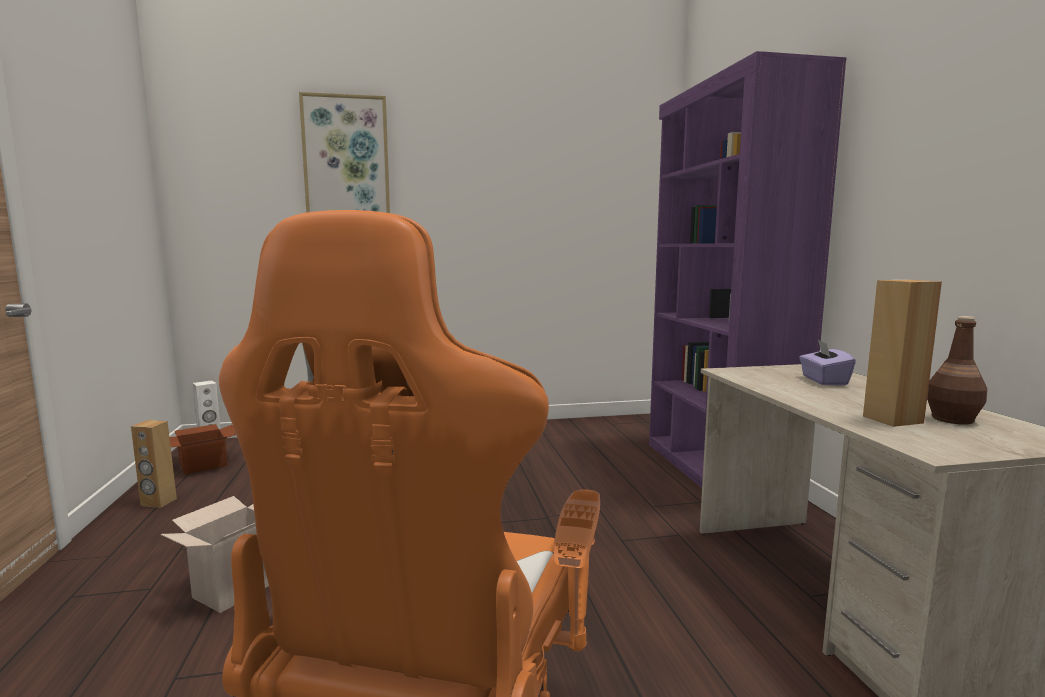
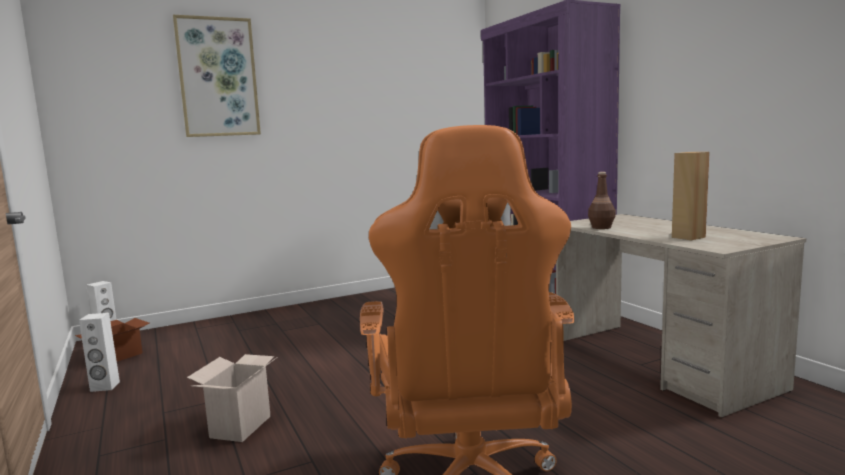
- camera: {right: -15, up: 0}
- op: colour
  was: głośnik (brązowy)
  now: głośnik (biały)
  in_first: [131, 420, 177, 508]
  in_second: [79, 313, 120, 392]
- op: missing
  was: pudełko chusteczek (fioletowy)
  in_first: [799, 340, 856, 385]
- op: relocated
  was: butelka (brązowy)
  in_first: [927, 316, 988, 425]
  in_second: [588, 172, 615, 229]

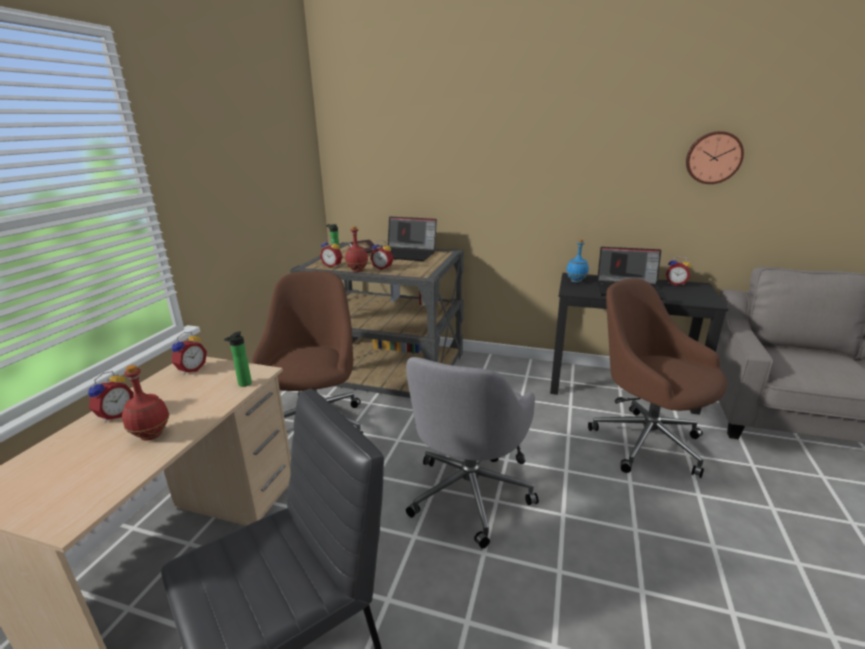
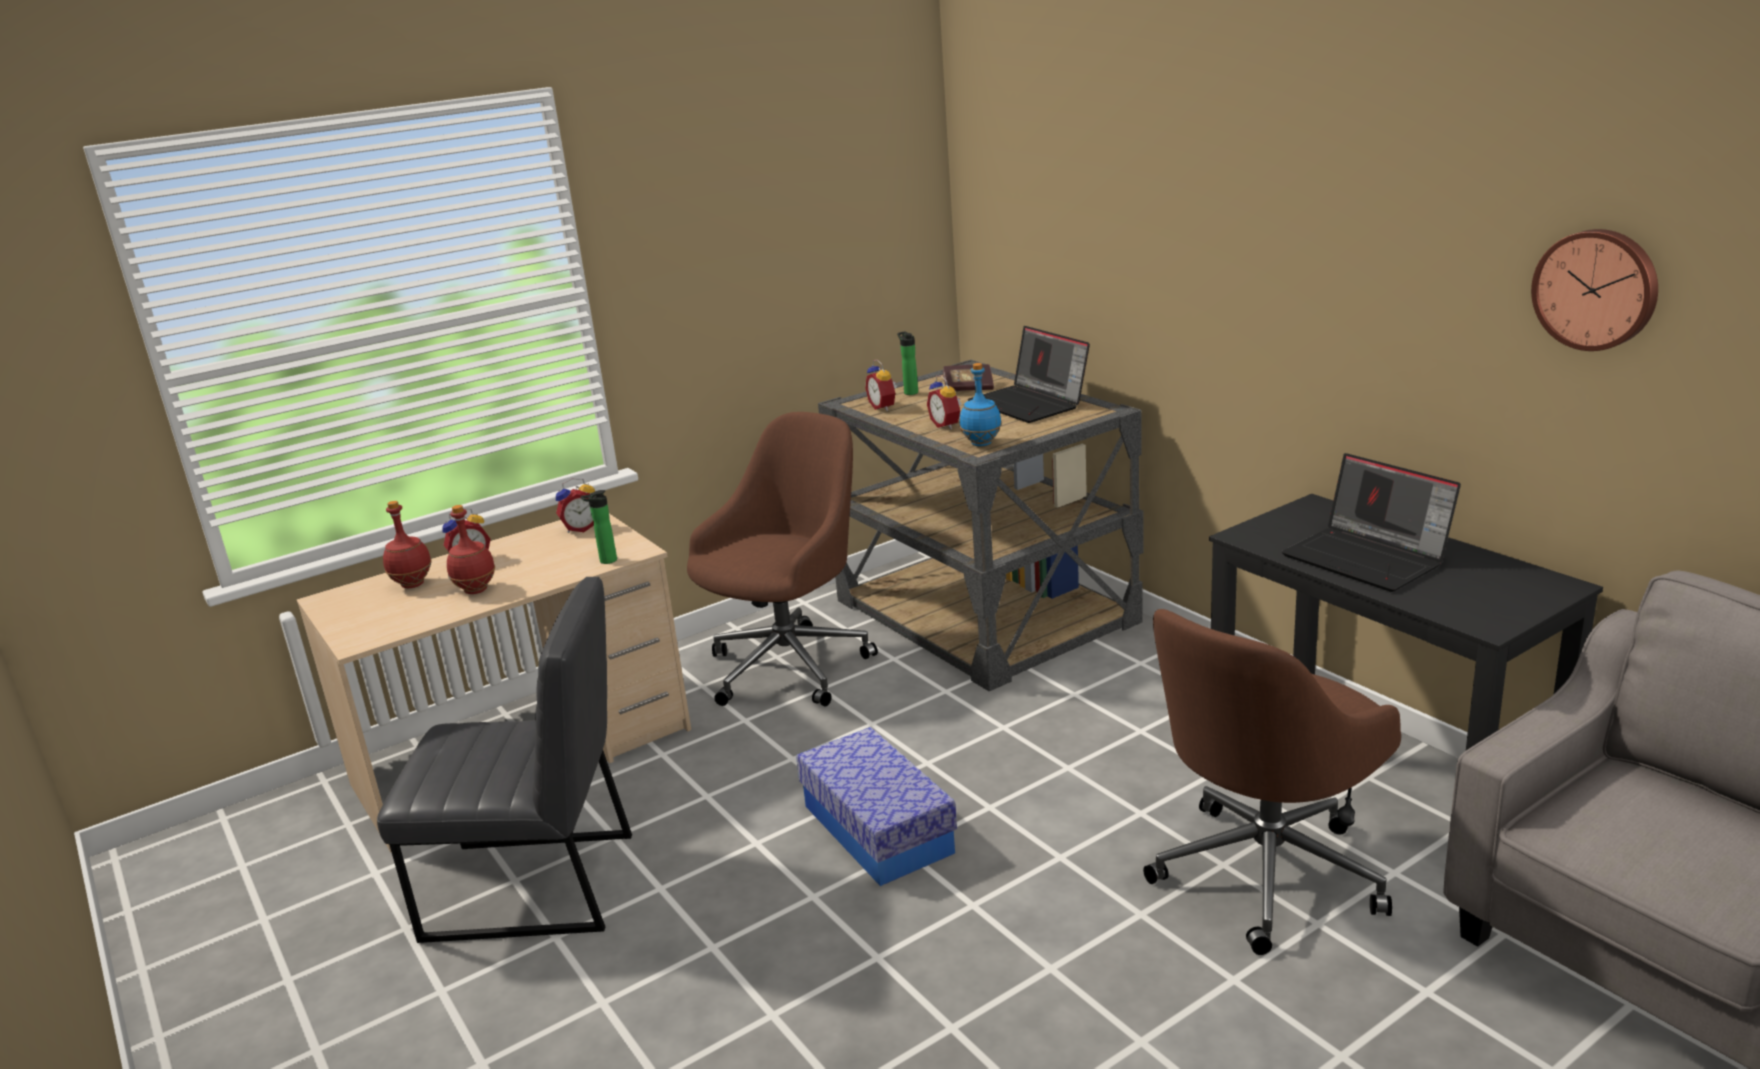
- camera: {right: 40, up: 0}
- op: relocated
  was: butelka (czerwony)
  in_first: [345, 226, 368, 272]
  in_second: [383, 501, 432, 588]
- op: exchanged
  was: krzesło biurowe (szary)
  now: pojemnik do przechowywania
  in_first: [406, 357, 539, 549]
  in_second: [796, 727, 957, 886]
- op: relocated
  was: butelka (niebieski)
  in_first: [566, 239, 589, 283]
  in_second: [960, 363, 1002, 446]
- op: spun
  was: krzesło biurowe (brązowy)
  in_first: [588, 278, 727, 478]
  in_second: [1143, 609, 1401, 955]
  clockwise: -135
- op: missing
  was: budzik
  in_first: [666, 256, 691, 286]

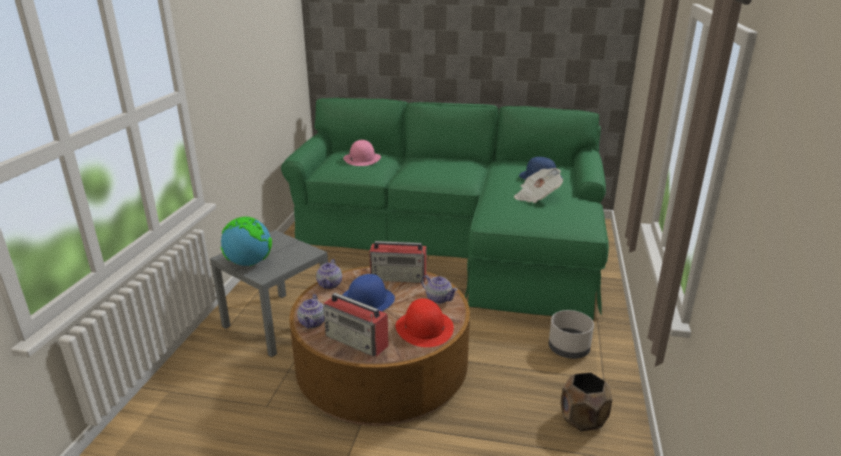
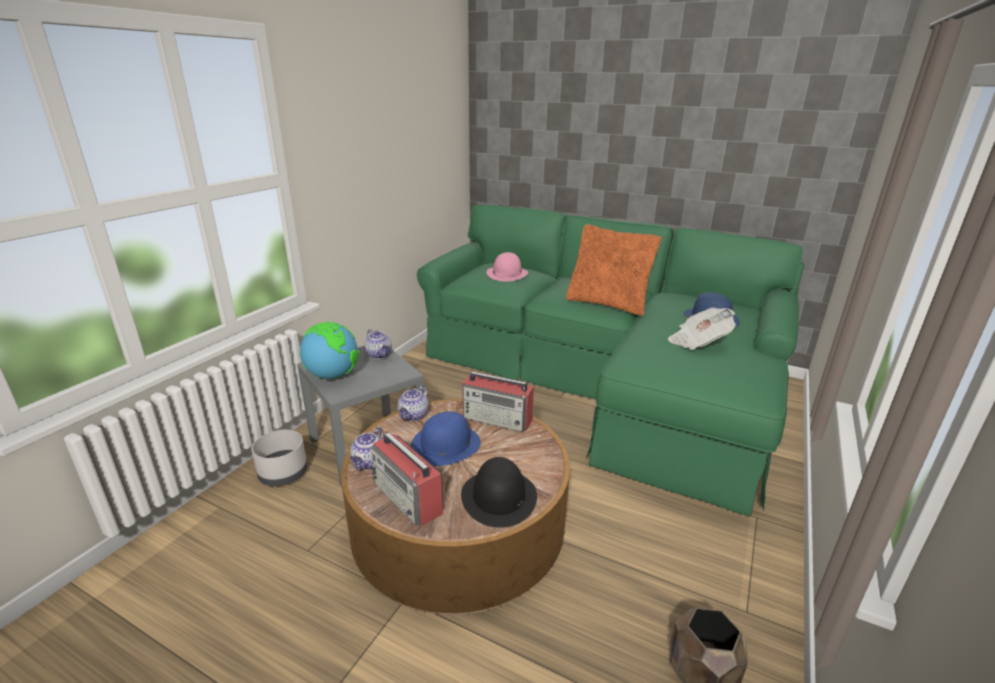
- camera: {right: 15, up: 0}
- op: colour
  was: kapelusz (czerwony)
  now: kapelusz (czarny)
  in_first: [396, 298, 454, 347]
  in_second: [461, 457, 537, 528]
- op: relocated
  was: imbryk
  in_first: [421, 275, 458, 304]
  in_second: [364, 329, 392, 359]
- op: relocated
  was: donica (szary)
  in_first: [549, 310, 594, 359]
  in_second: [251, 430, 307, 486]
- op: appeared
  now: poduszka (pomarańczowy)
  in_second: [566, 224, 662, 316]

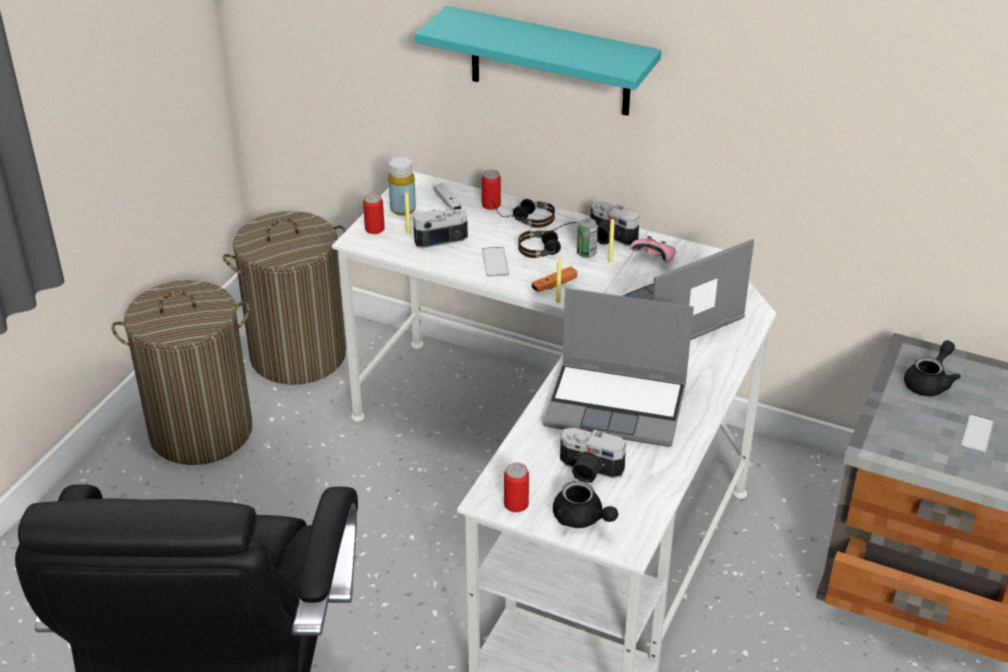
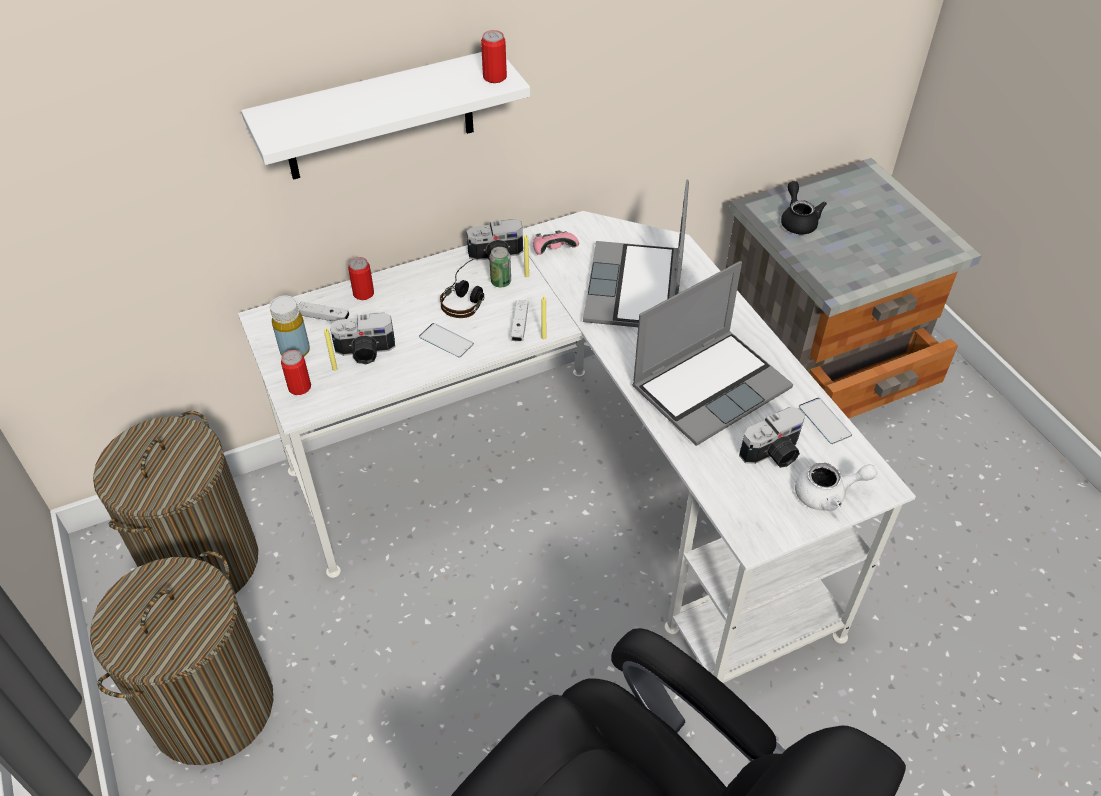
- camera: {right: -50, up: 10}
- op: spun
  was: aparat fotograficzny
  in_first: [413, 209, 468, 249]
  in_second: [331, 313, 395, 364]
  clockwise: -120
- op: colour
  was: półka (turkusowy)
  now: półka (biały)
  in_first: [415, 6, 661, 116]
  in_second: [241, 52, 530, 180]
- op: missing
  was: słuchawki
  in_first: [491, 199, 555, 228]
- op: relocated
  was: puszka
  in_first: [504, 462, 529, 512]
  in_second: [481, 30, 507, 83]
- op: colour
  was: pad do gier (pomarańczowy)
  now: pad do gier (biały)
  in_first: [532, 266, 577, 292]
  in_second: [511, 300, 528, 342]
- op: colour
  was: imbryk (czarny)
  now: imbryk (biały)
  in_first: [553, 481, 618, 528]
  in_second: [795, 462, 877, 511]
- op: relocated
  was: telefon
  in_first: [961, 414, 994, 453]
  in_second: [799, 398, 852, 444]

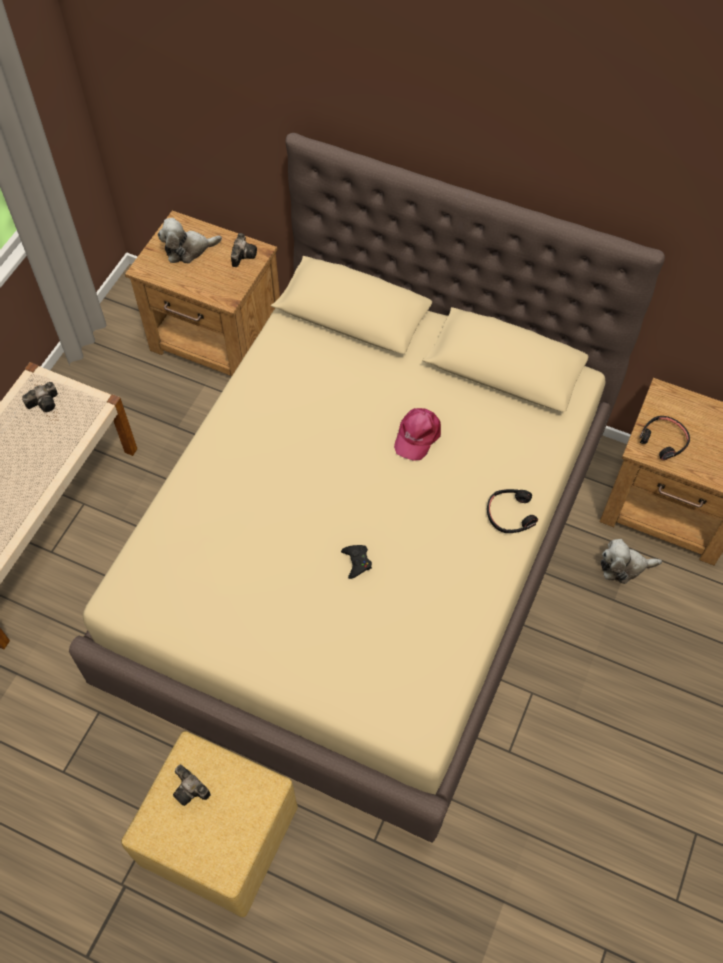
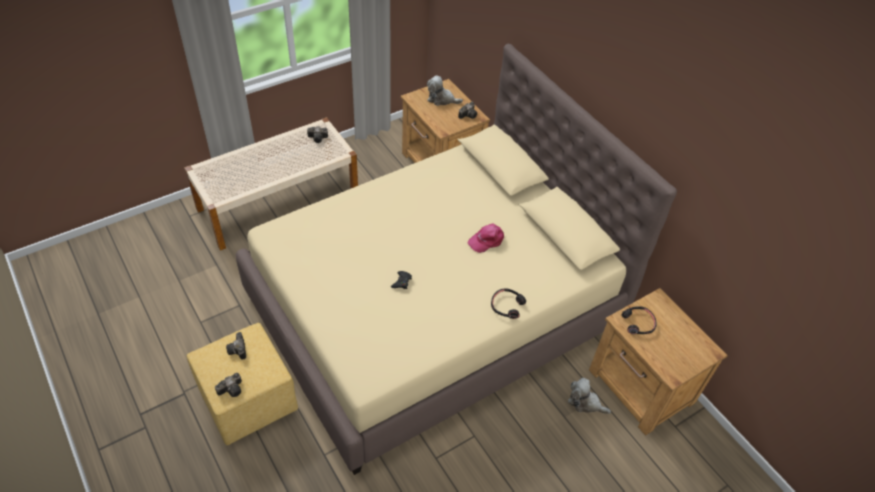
- camera: {right: 30, up: -10}
- op: appeared
  now: aparat fotograficzny
  in_second: [215, 373, 242, 397]

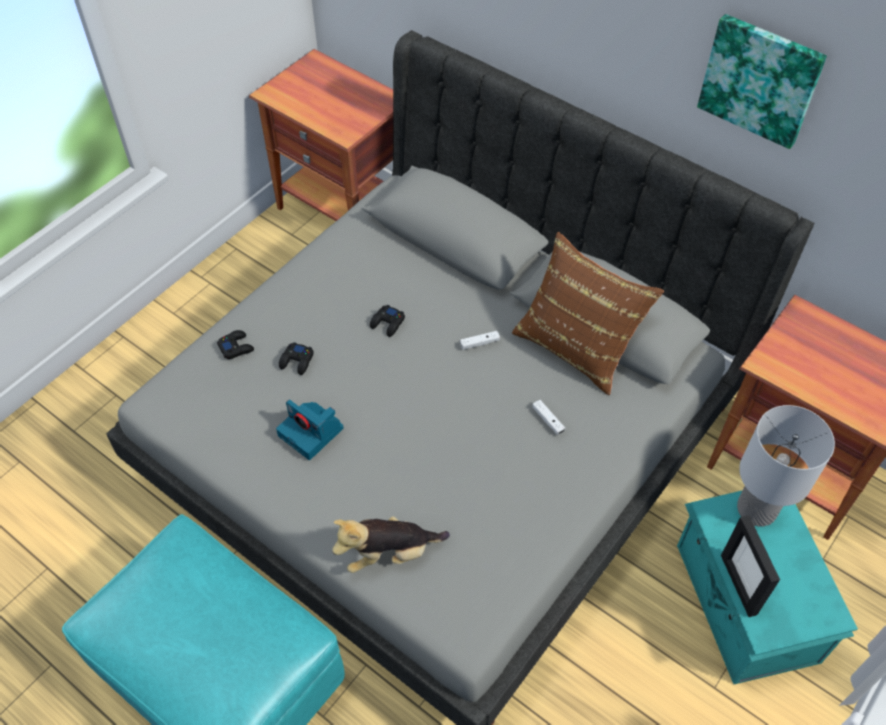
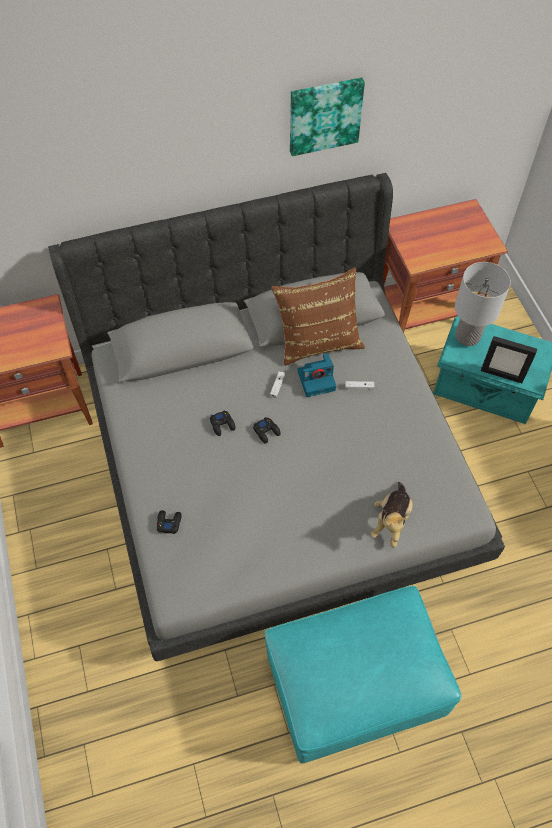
- camera: {right: -55, up: 5}
- op: relocated
  was: aparat fotograficzny
  in_first: [276, 400, 344, 460]
  in_second: [297, 353, 336, 397]
- op: relocated
  was: pad do gier (czarny)
  in_first: [279, 342, 314, 375]
  in_second: [253, 417, 281, 444]

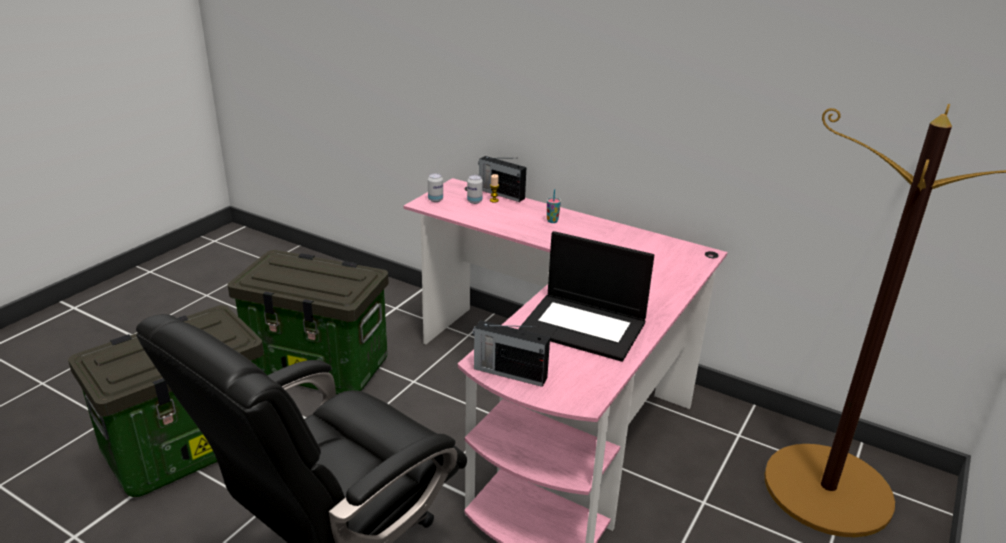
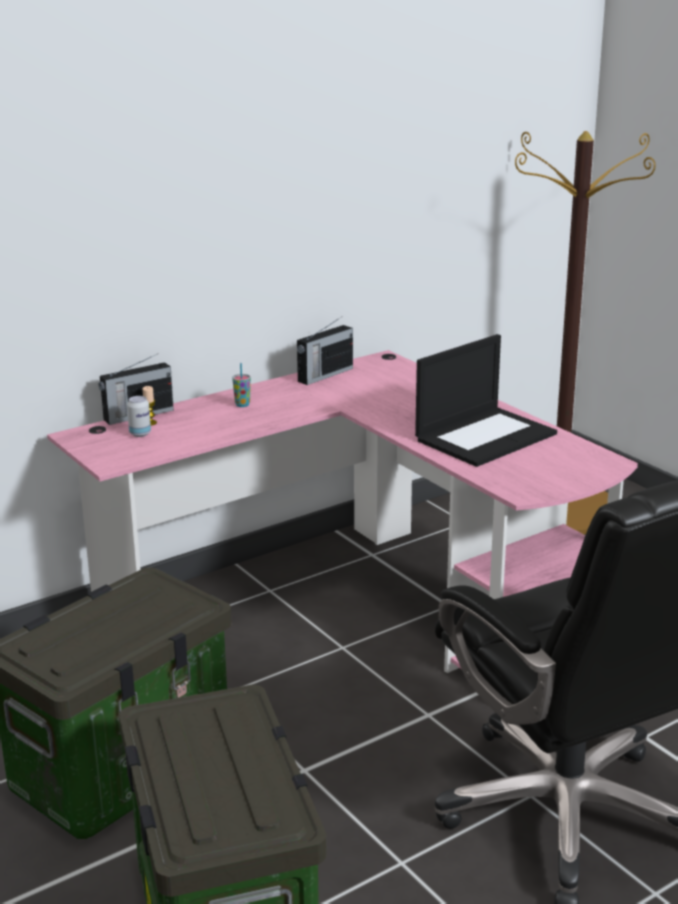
- camera: {right: -65, up: -5}
- op: missing
  was: puszka
  in_first: [428, 173, 443, 202]
- op: relocated
  was: radio
  in_first: [472, 320, 550, 387]
  in_second: [297, 318, 353, 385]

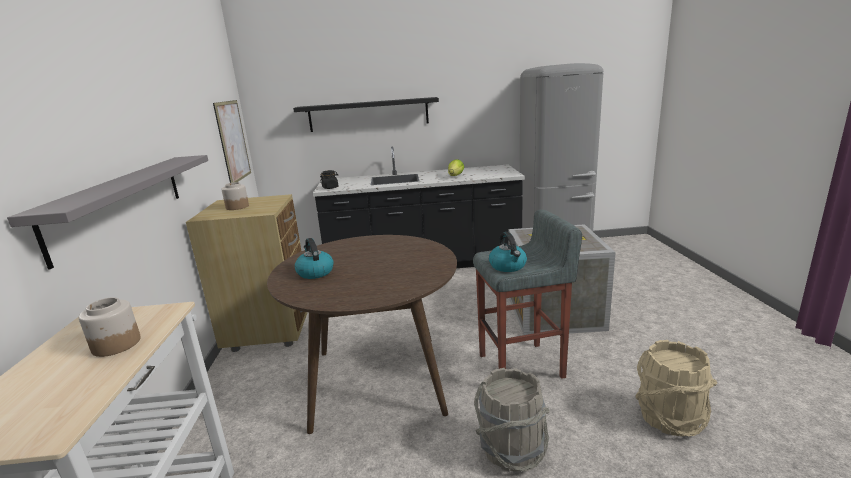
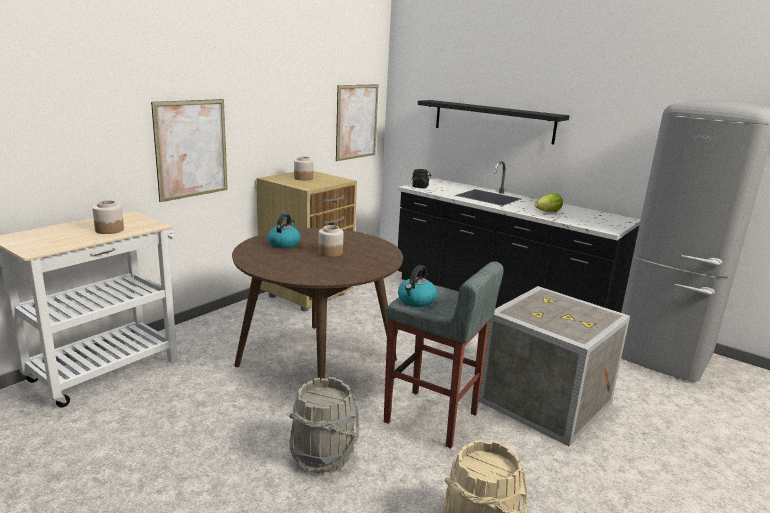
- camera: {right: 40, up: 0}
- op: exchanged
  was: półka (szary)
  now: obraz
  in_first: [7, 155, 208, 270]
  in_second: [151, 99, 228, 202]
- op: appeared
  now: słoik
  in_second: [318, 225, 344, 257]

